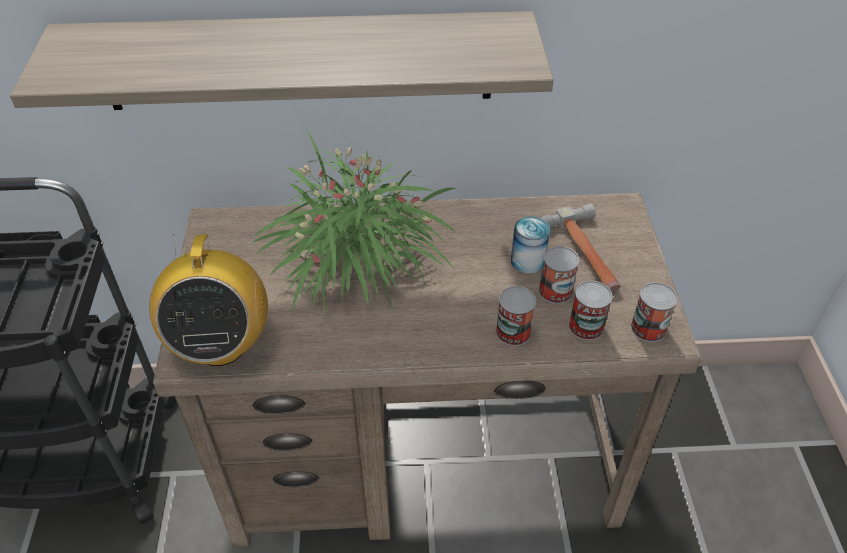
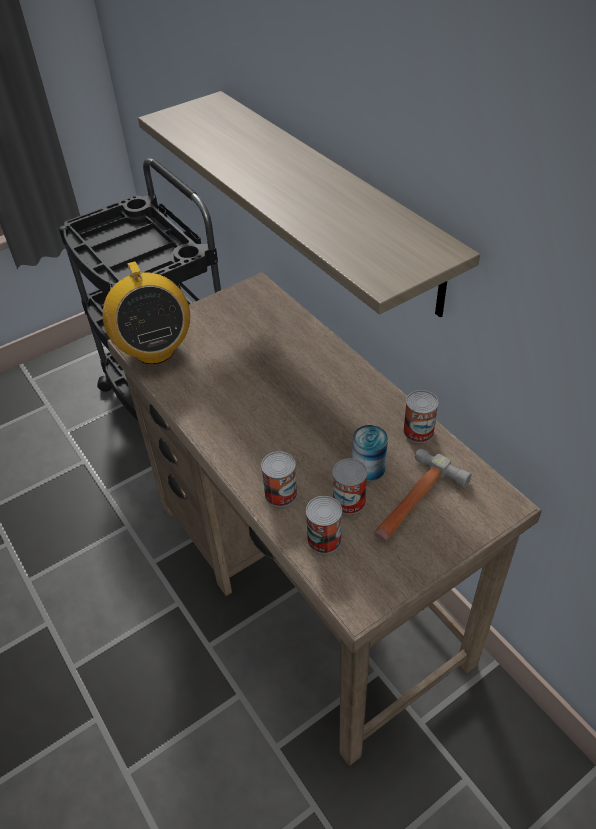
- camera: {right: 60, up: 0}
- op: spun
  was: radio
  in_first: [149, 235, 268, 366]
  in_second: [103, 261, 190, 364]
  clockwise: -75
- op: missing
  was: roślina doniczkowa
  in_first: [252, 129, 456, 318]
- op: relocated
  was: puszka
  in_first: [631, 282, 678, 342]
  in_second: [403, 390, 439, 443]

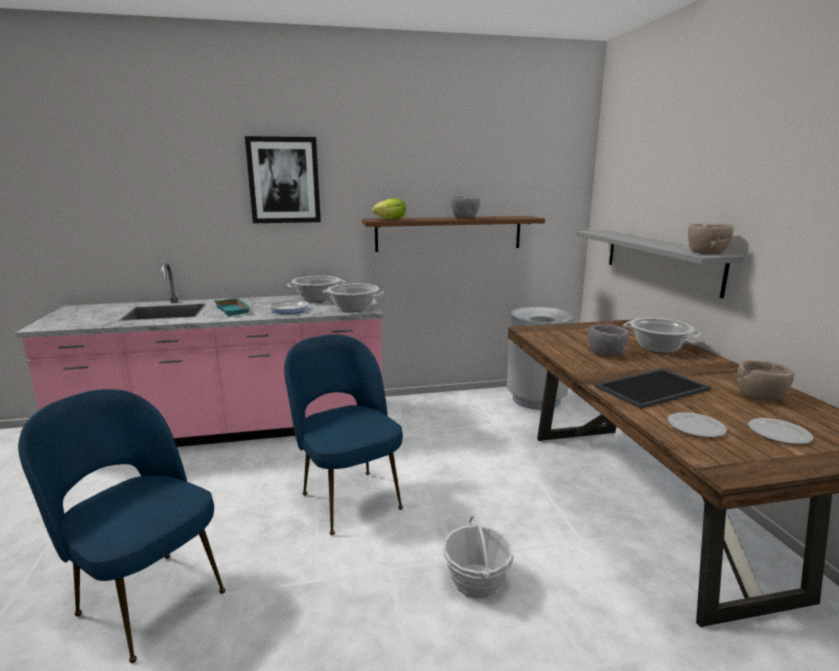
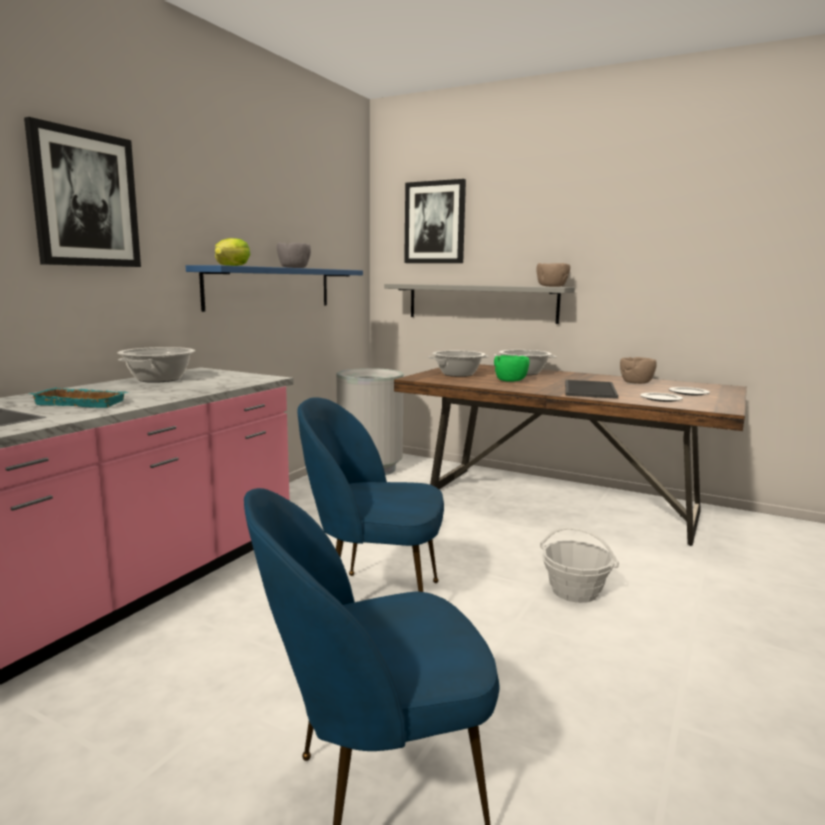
- camera: {right: -50, up: -5}
- op: missing
  was: patelnia
  in_first: [252, 300, 309, 314]
- op: relocated
  was: garnek
  in_first: [323, 284, 384, 312]
  in_second: [428, 351, 489, 377]
- op: colour
  was: półka (brązowy)
  now: półka (niebieski)
  in_first: [362, 216, 545, 252]
  in_second: [186, 265, 363, 312]
- op: colour
  was: miska (szary)
  now: miska (zielony)
  in_first: [588, 324, 629, 356]
  in_second: [494, 355, 530, 382]
- op: appeared
  now: obraz
  in_second: [404, 179, 466, 263]

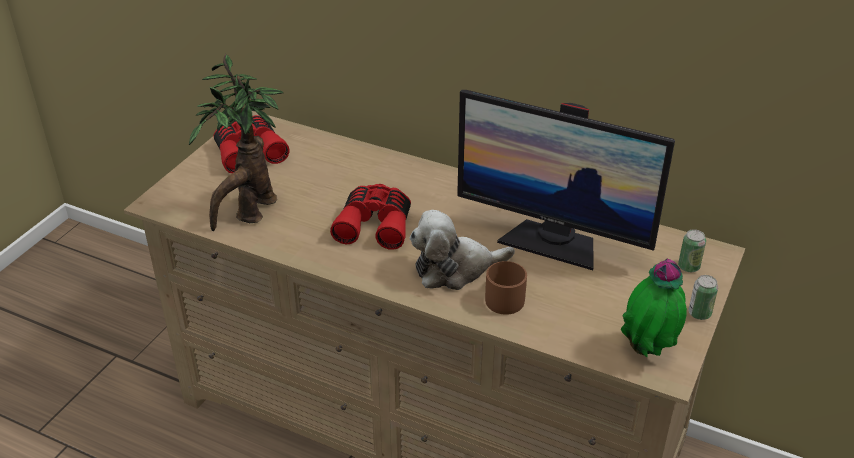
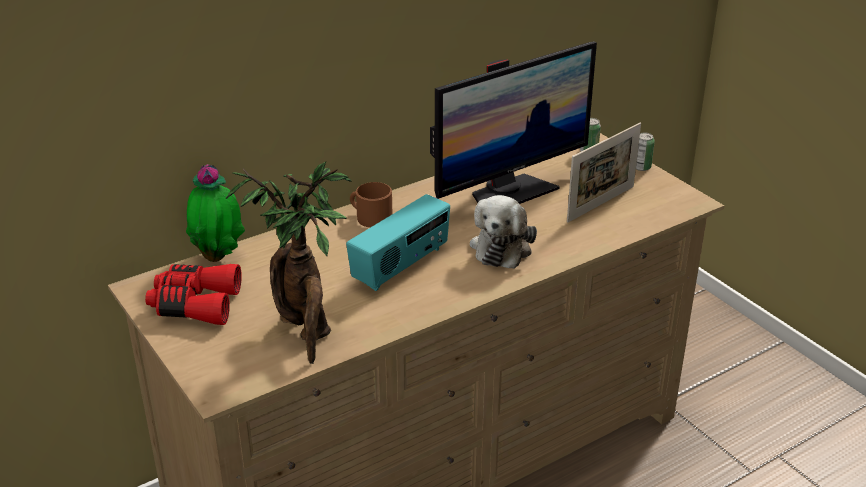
- camera: {right: -60, up: -5}
- op: exchanged
  was: lornetka (czerwony)
  now: radio
  in_first: [330, 184, 411, 250]
  in_second: [346, 194, 450, 291]
- op: relocated
  was: kubek (brązowy)
  in_first: [485, 261, 527, 315]
  in_second: [350, 182, 392, 228]
- op: relocated
  was: roślina doniczkowa
  in_first: [621, 258, 687, 358]
  in_second: [186, 164, 245, 262]
- op: appeared
  now: ramka na zdjęcie
  in_second: [567, 123, 641, 223]

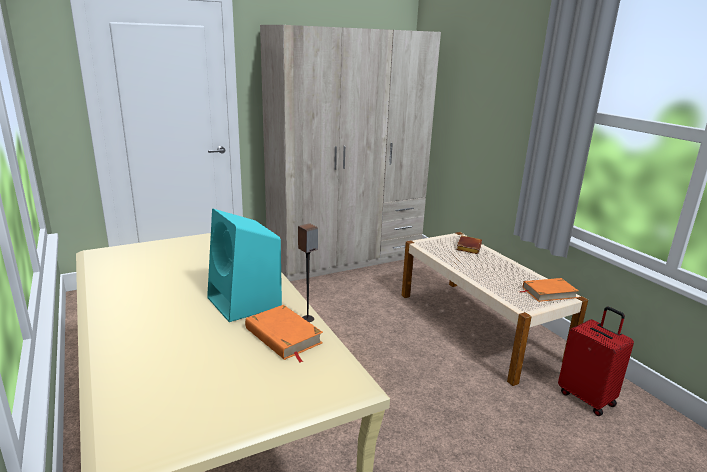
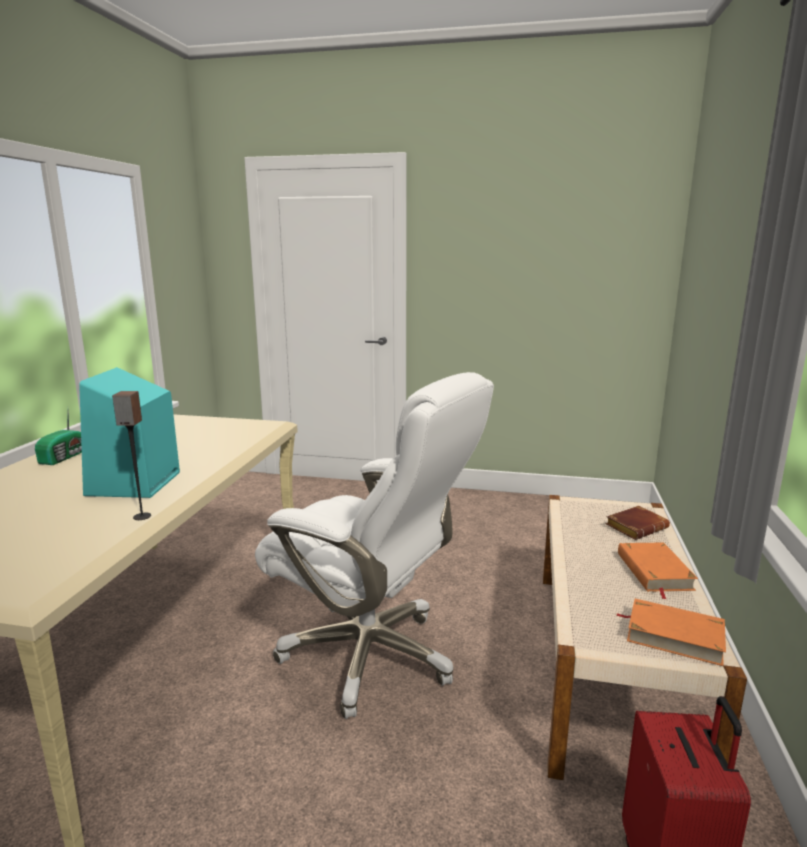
- camera: {right: 40, up: -5}
- op: relocated
  was: książka (pomarańczowy)
  in_first: [245, 305, 323, 362]
  in_second: [618, 543, 698, 599]
- op: missing
  was: szafa (beżowy)
  in_first: [260, 25, 441, 281]
- op: appeared
  now: radio
  in_second: [35, 411, 82, 465]
- op: appeared
  now: krzesło biurowe (biały)
  in_second: [255, 372, 494, 719]

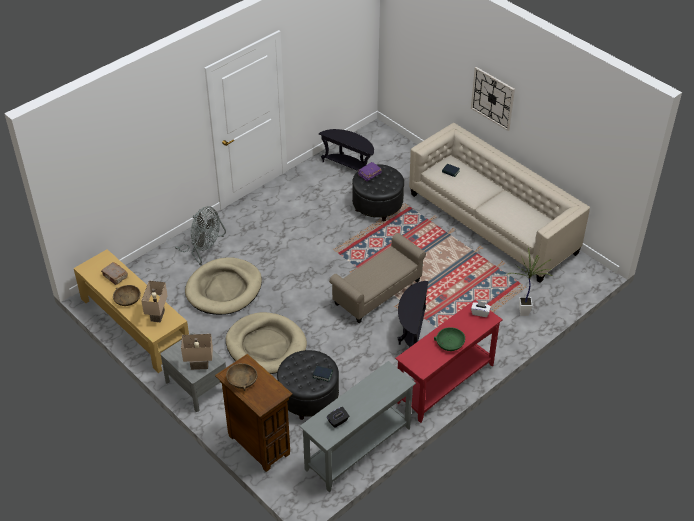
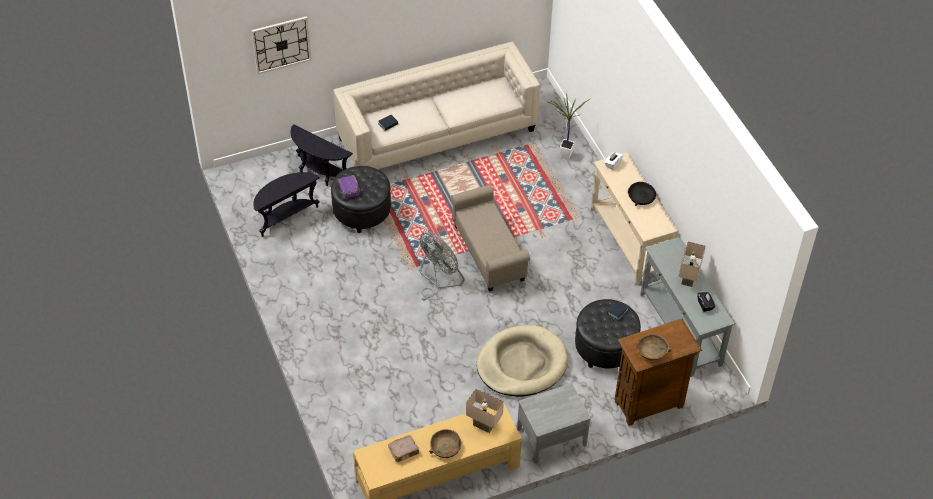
- camera: {right: -70, up: 5}
- op: relocated
  was: wentylator (szary)
  in_first: [175, 206, 226, 265]
  in_second: [419, 232, 465, 301]
- op: relocated
  was: lampa stołowa (beżowy)
  in_first: [181, 334, 213, 370]
  in_second: [679, 242, 706, 287]
- op: missing
  was: legowisko (beżowy)
  in_first: [185, 257, 262, 315]
- op: colour
  was: stolik konsolowy (czerwony)
  now: stolik konsolowy (beżowy)
  in_first: [395, 300, 503, 423]
  in_second: [591, 152, 678, 285]
- op: relocated
  was: stolik (czarny)
  in_first: [398, 281, 429, 347]
  in_second: [290, 125, 353, 186]
- op: colour
  was: miska (zielony)
  now: miska (czarny)
  in_first: [434, 327, 465, 351]
  in_second: [628, 182, 656, 206]
- op: relocated
  was: zegar ścienny
  in_first: [471, 67, 515, 131]
  in_second: [251, 16, 311, 74]

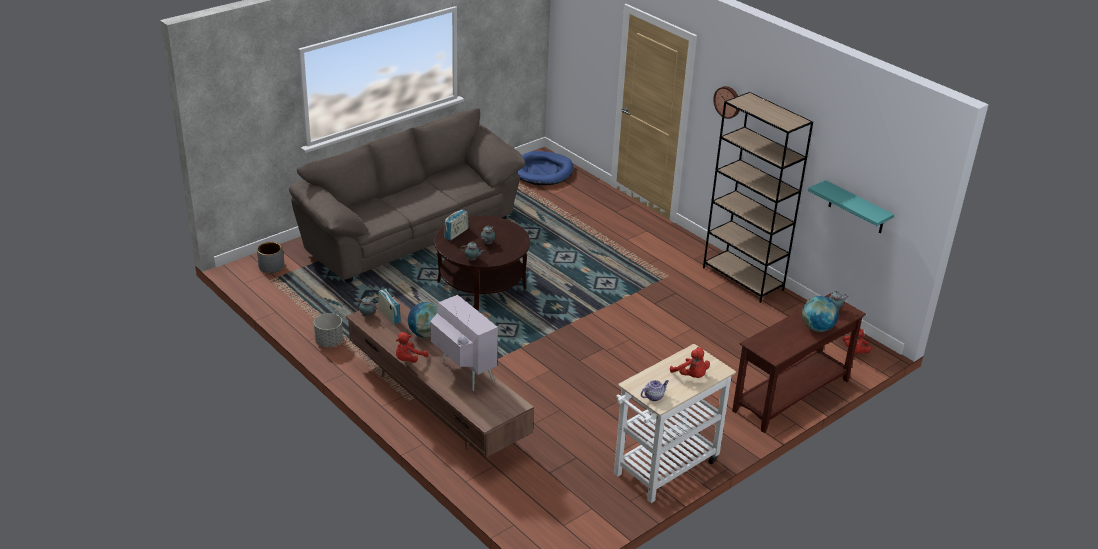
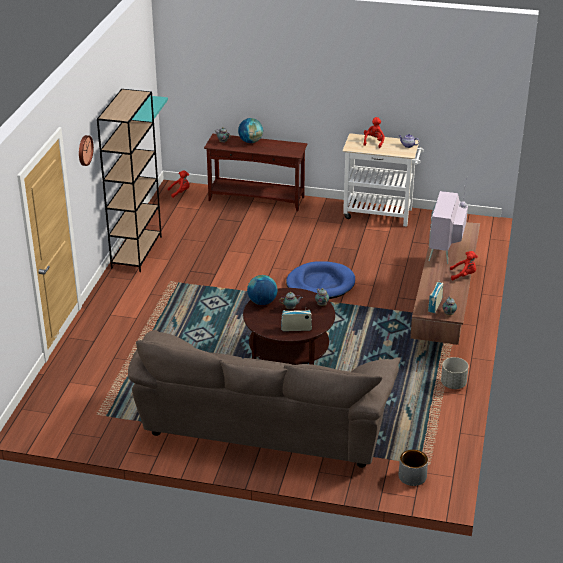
- camera: {right: -125, up: 0}
- op: relocated
  was: globus
  in_first: [408, 302, 438, 338]
  in_second: [247, 275, 277, 305]
- op: relocated
  was: legowisko (niebieski)
  in_first: [517, 151, 573, 185]
  in_second: [286, 261, 355, 299]

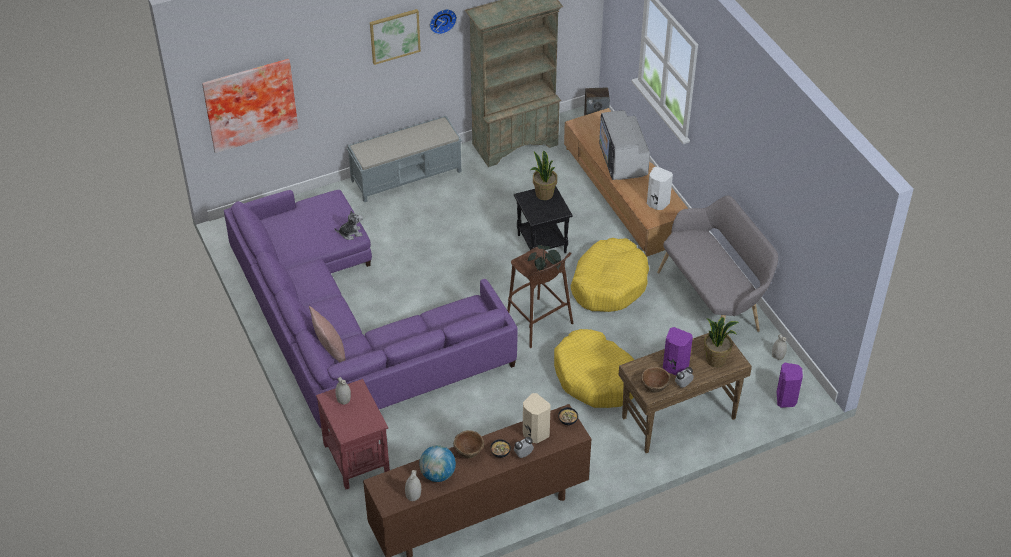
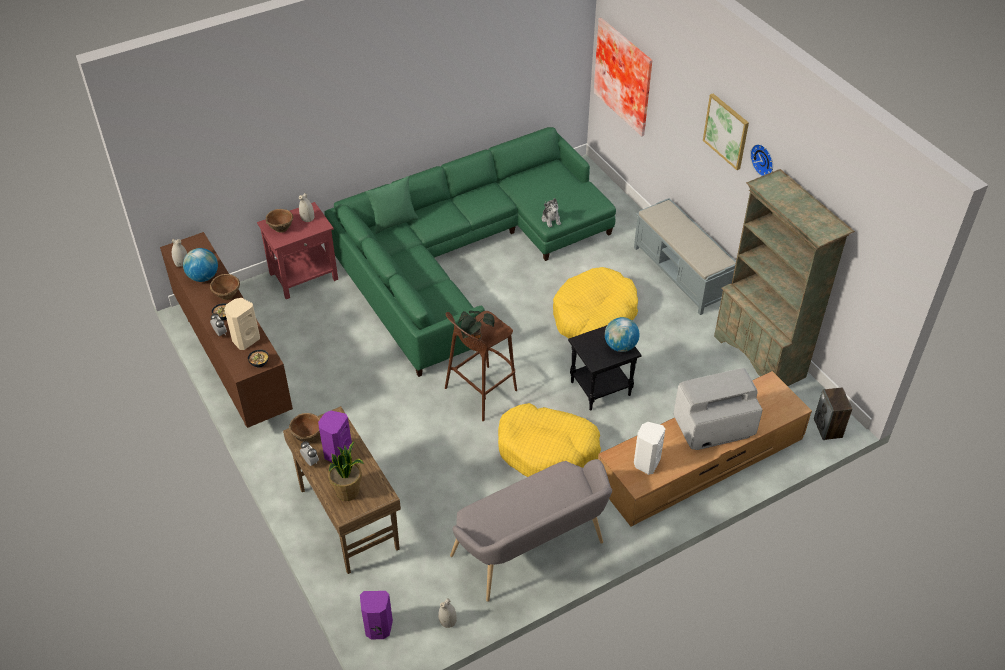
- camera: {right: 85, up: 0}
- op: colour
  was: kanapa (fioletowy)
  now: kanapa (zielony)
  in_first: [224, 190, 518, 428]
  in_second: [324, 127, 616, 377]
- op: colour
  was: poduszka (różowy)
  now: poduszka (zielony)
  in_first: [309, 306, 346, 363]
  in_second: [366, 176, 418, 234]
- op: exchanged
  was: roślina doniczkowa
  now: globus
  in_first: [531, 151, 557, 200]
  in_second: [605, 317, 640, 352]
- op: relocated
  was: legowisko (żółty)
  in_first: [554, 329, 634, 408]
  in_second: [553, 267, 638, 339]
- op: appeared
  now: miska (brązowy)
  in_second: [265, 209, 293, 233]

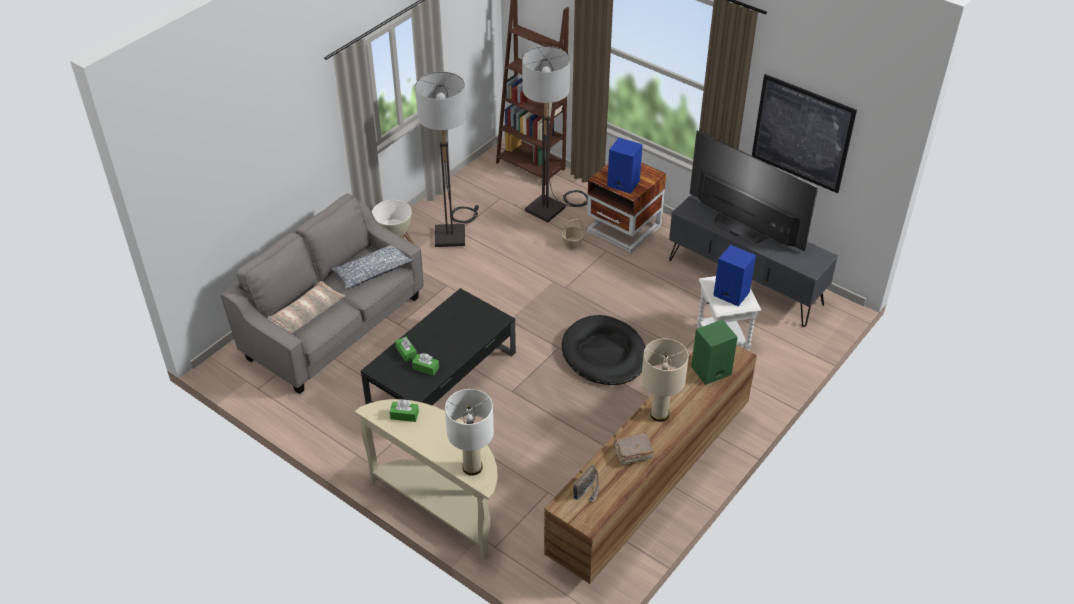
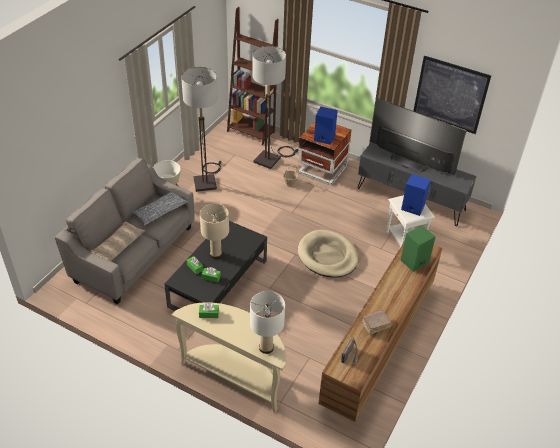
- camera: {right: -10, up: 0}
- op: colour
  was: legowisko (czarny)
  now: legowisko (beżowy)
  in_first: [562, 315, 646, 385]
  in_second: [298, 229, 359, 278]
- op: relocated
  was: lampa stołowa (beżowy)
  in_first: [641, 339, 689, 422]
  in_second: [200, 204, 229, 259]

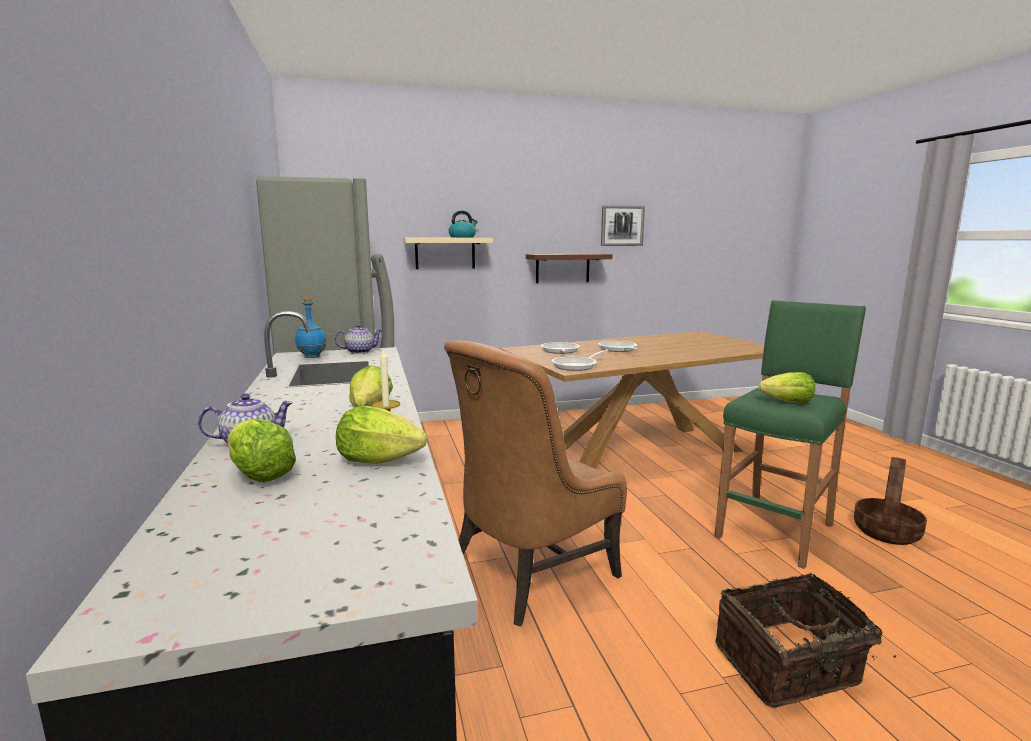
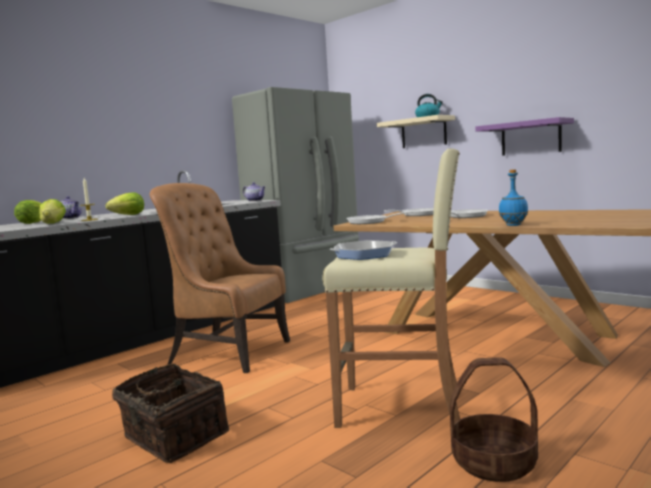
- camera: {right: 60, up: -5}
- op: relocated
  was: butelka (niebieski)
  in_first: [295, 298, 327, 358]
  in_second: [499, 169, 528, 226]
- op: colour
  was: półka (brązowy)
  now: półka (fioletowy)
  in_first: [526, 254, 612, 283]
  in_second: [475, 117, 574, 156]
- op: missing
  was: obraz
  in_first: [601, 205, 645, 246]
- op: colour
  was: stołek (zielony)
  now: stołek (beżowy)
  in_first: [714, 300, 866, 569]
  in_second: [322, 148, 460, 428]
- op: exchanged
  was: sałata
  now: patelnia
  in_first: [758, 372, 815, 403]
  in_second: [330, 240, 397, 260]

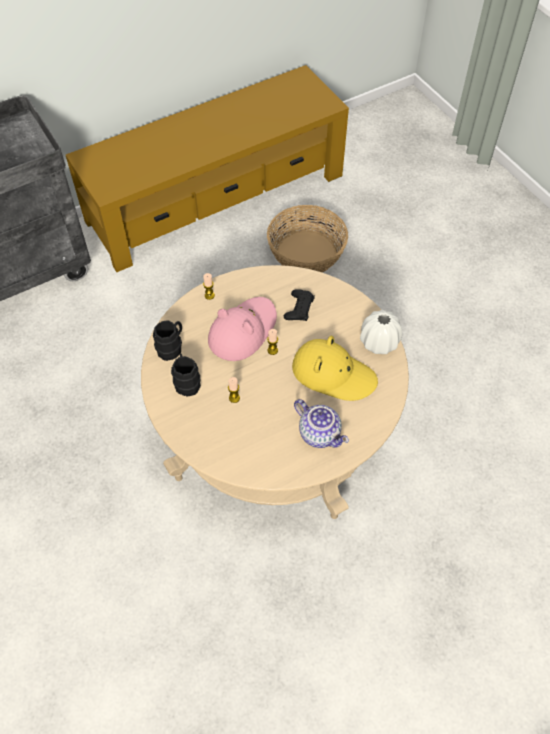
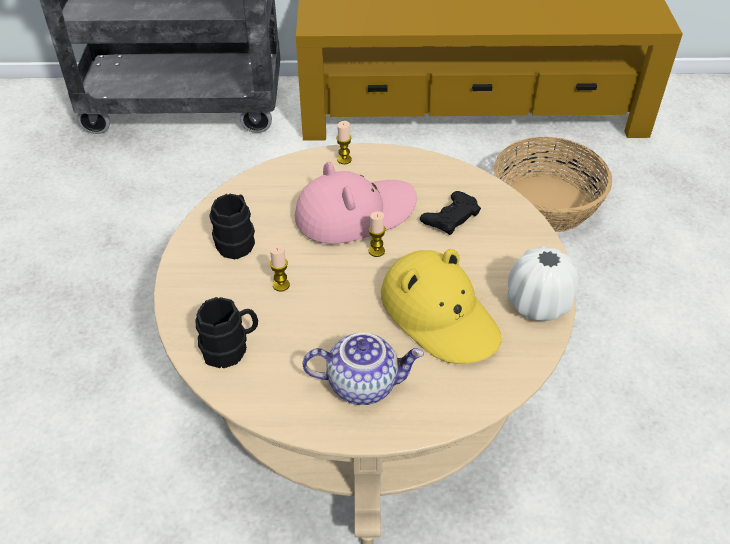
- camera: {right: 30, up: -10}
- op: relocated
  was: kubek (czarny)
  in_first: [153, 320, 182, 361]
  in_second: [196, 297, 258, 368]
- op: spun
  was: imbryk
  in_first: [294, 399, 349, 448]
  in_second: [303, 333, 424, 405]
  clockwise: -75

